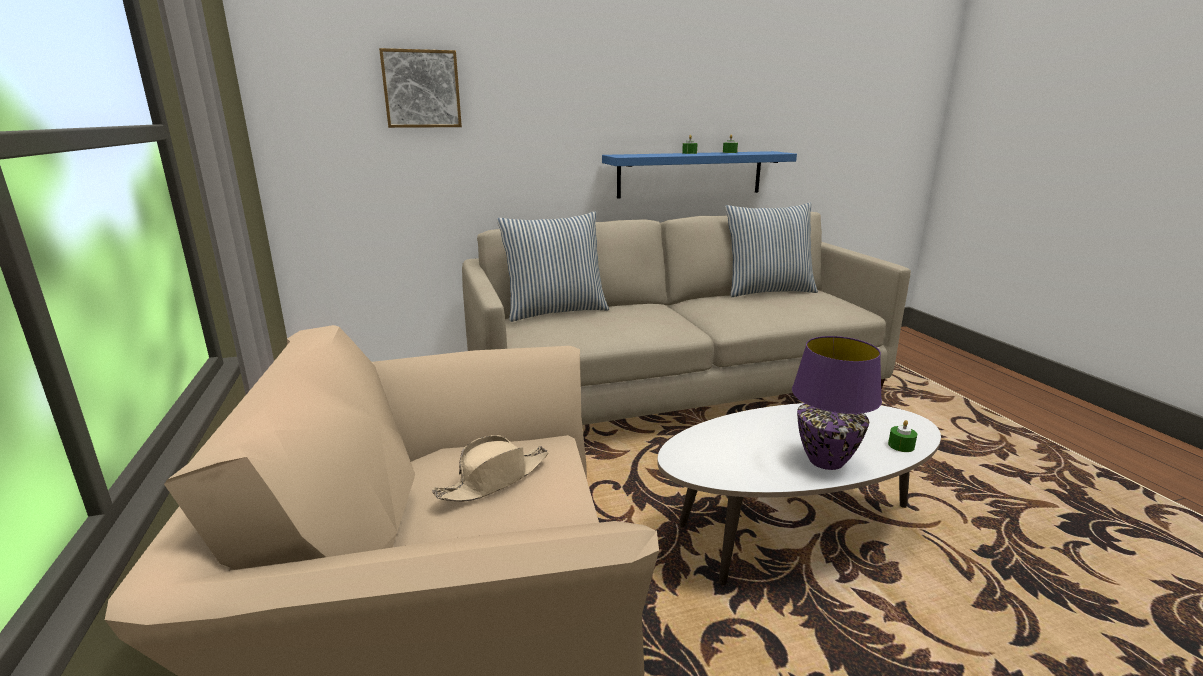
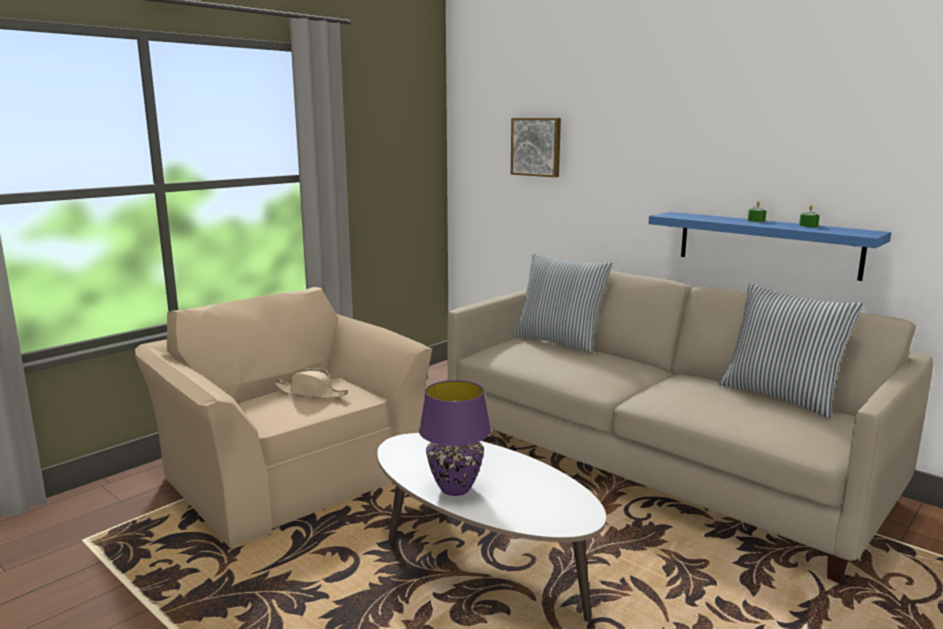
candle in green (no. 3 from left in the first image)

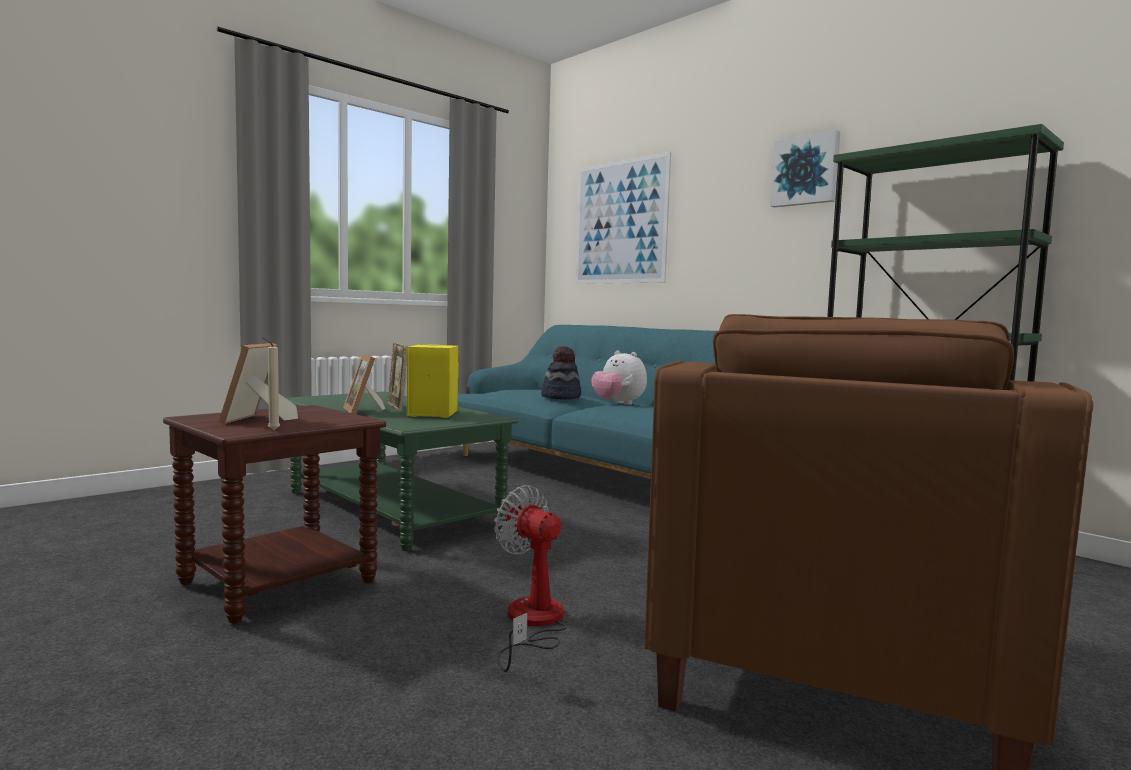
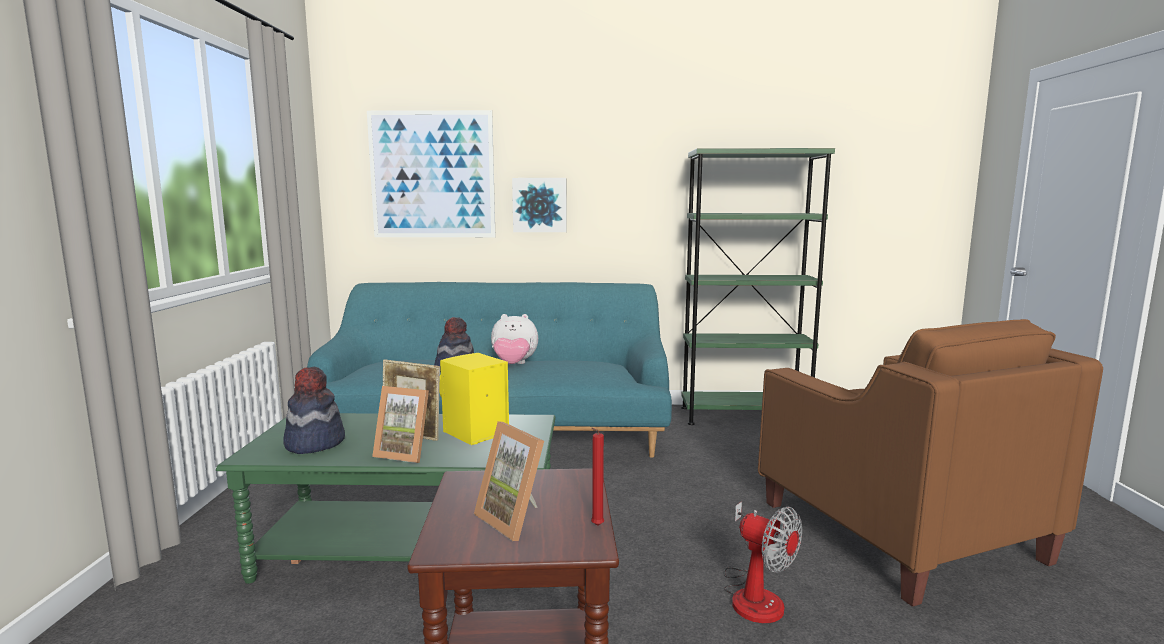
candle in red
fan
picture (no. 2 from left)
hat (no. 1 from left)

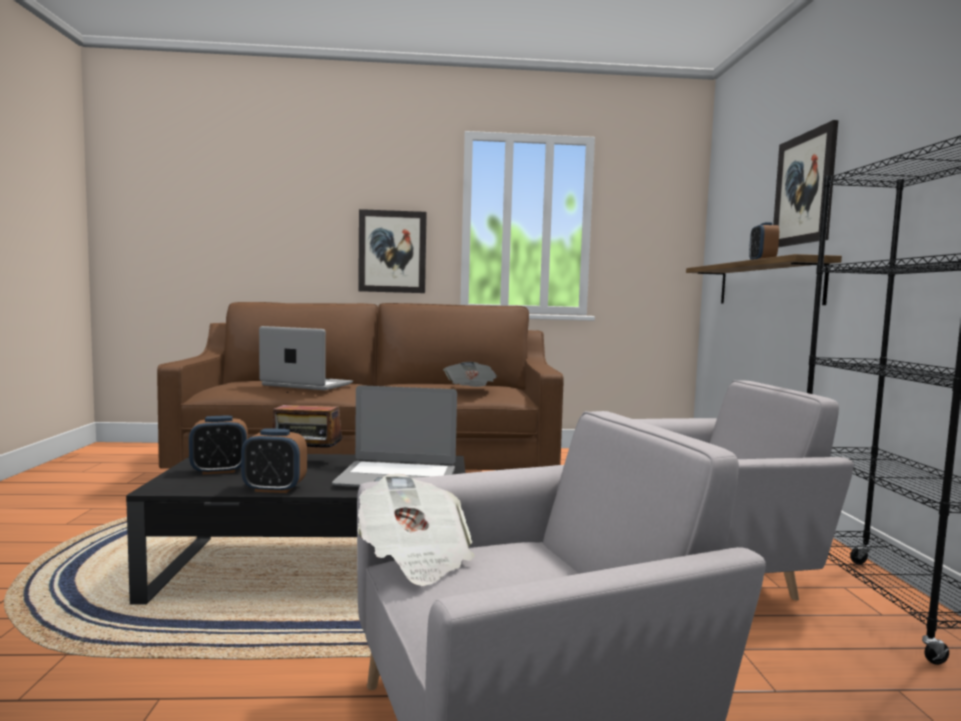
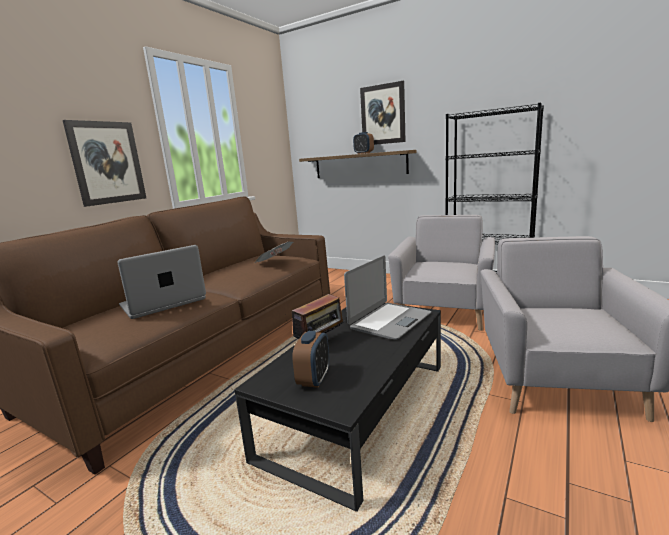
alarm clock (no. 2 from left in the first image)
newspaper (no. 1 from left in the first image)

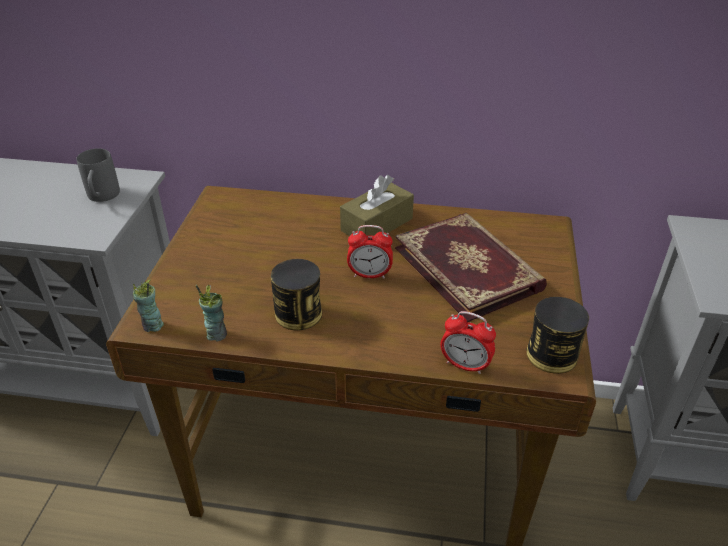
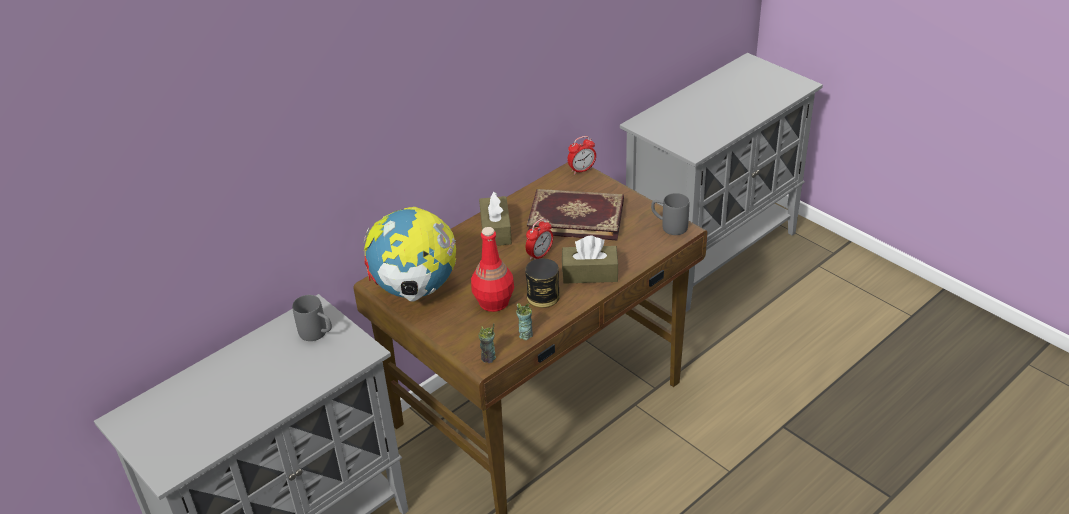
alarm clock (no. 2 from left)
mug in grey (no. 2 from left)
globe
bottle in red
tissue box in brown (no. 2 from left)

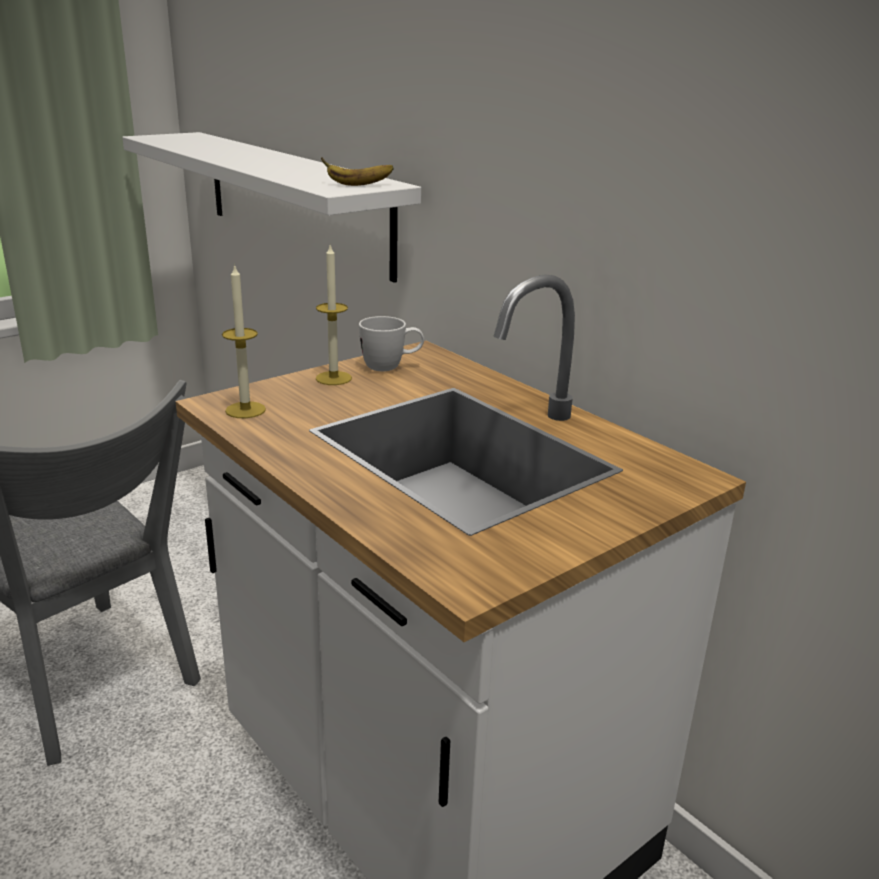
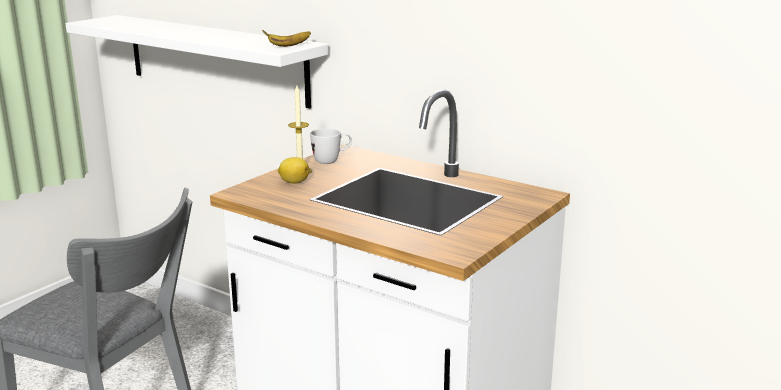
candle (no. 1 from left in the first image)
lemon

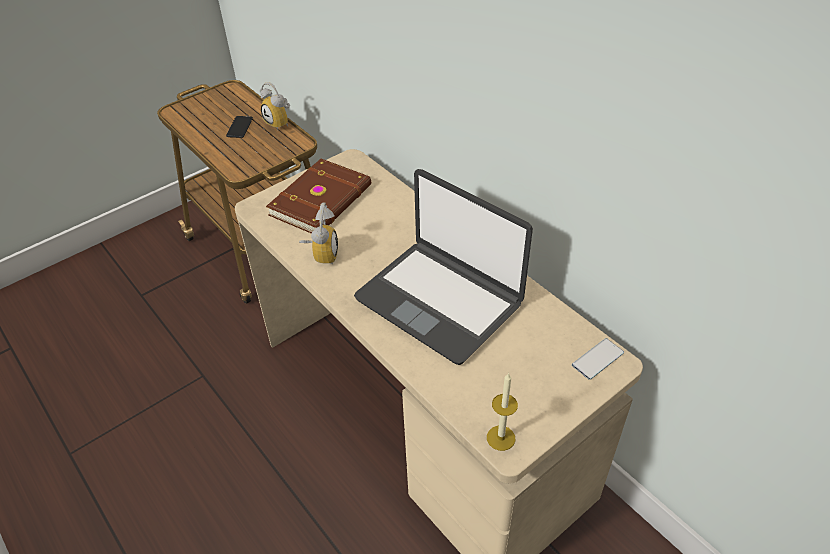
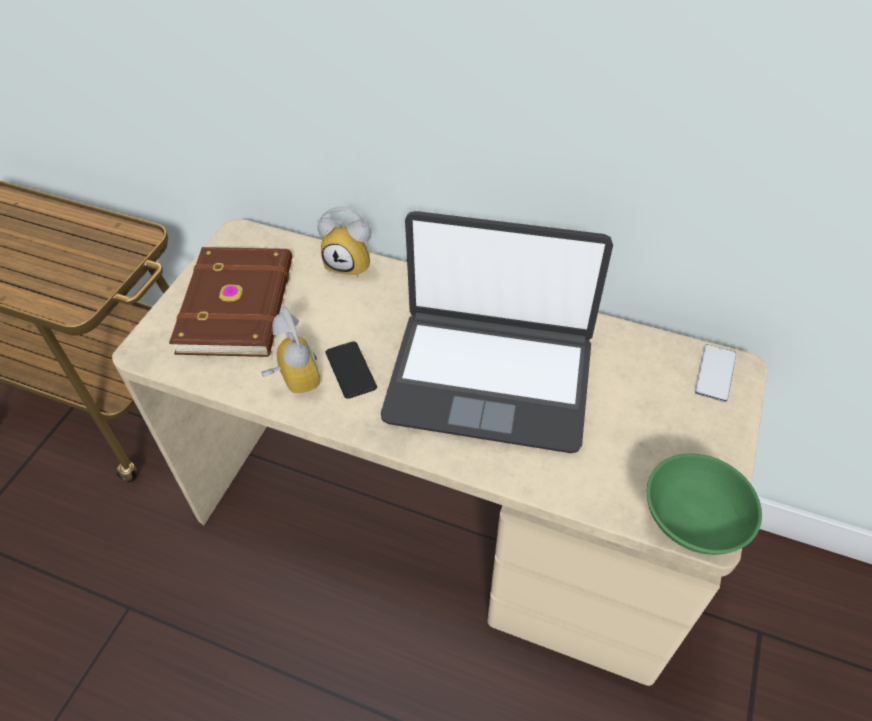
phone (no. 1 from left)
alarm clock (no. 2 from left)
bowl in green

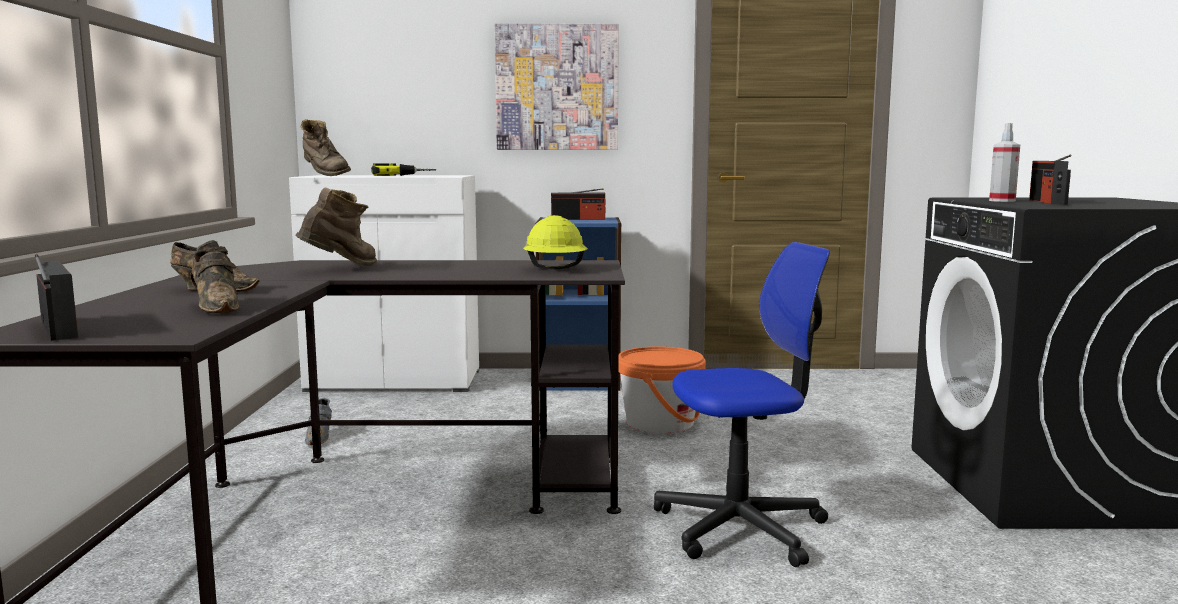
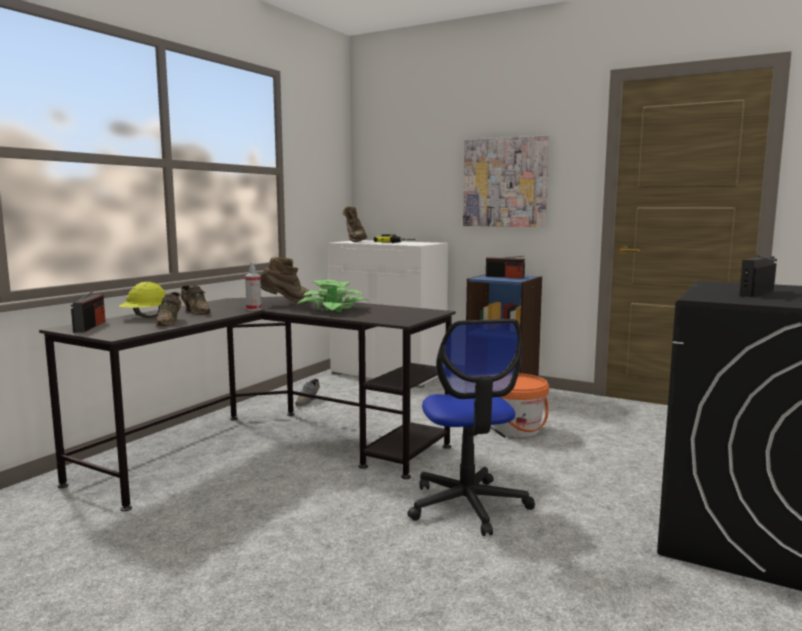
hard hat in yellow
office chair
spray bottle
potted plant

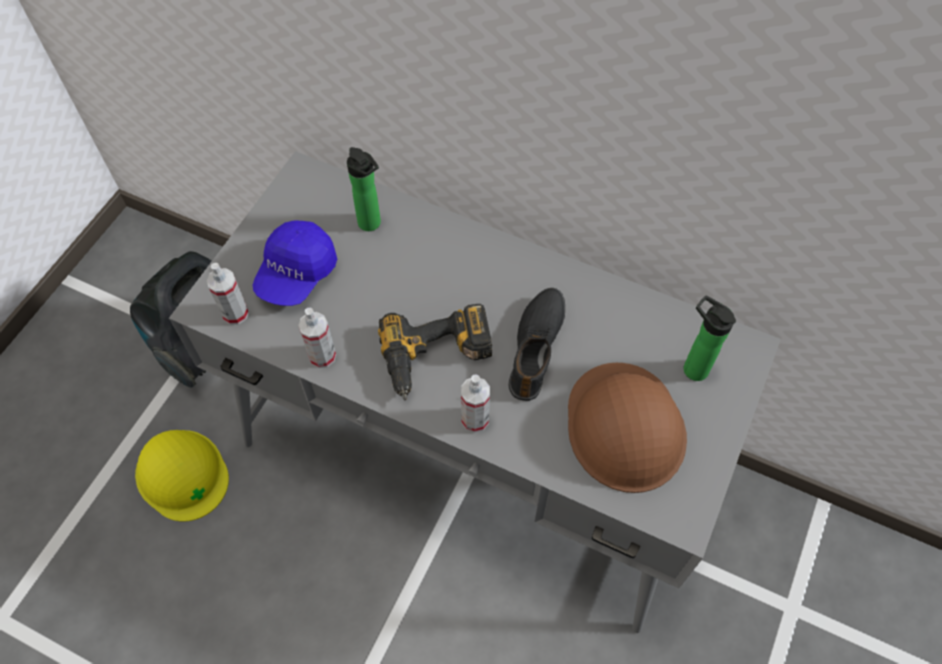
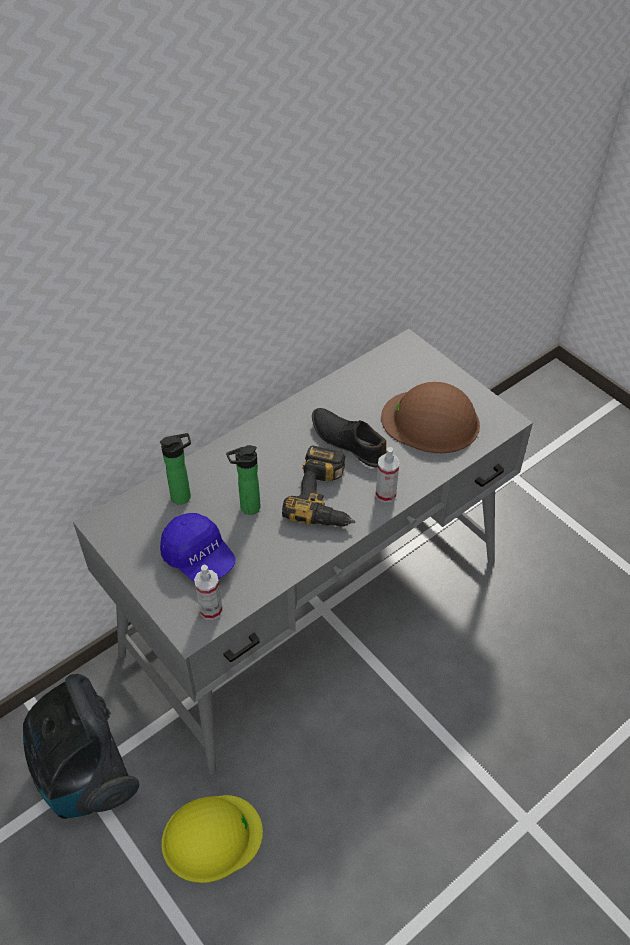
spray bottle (no. 2 from left in the first image)
bottle (no. 2 from left)

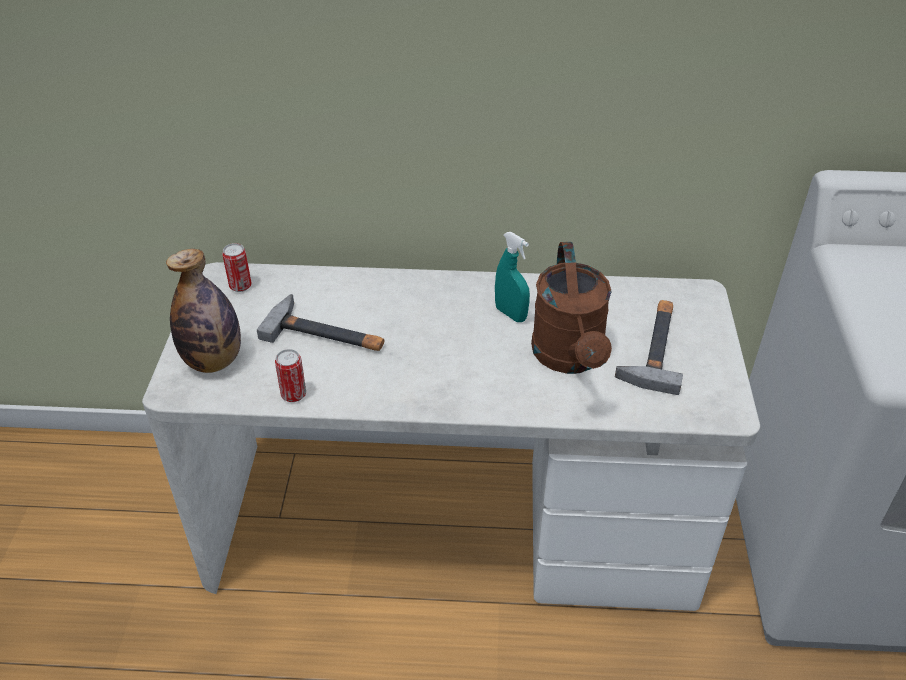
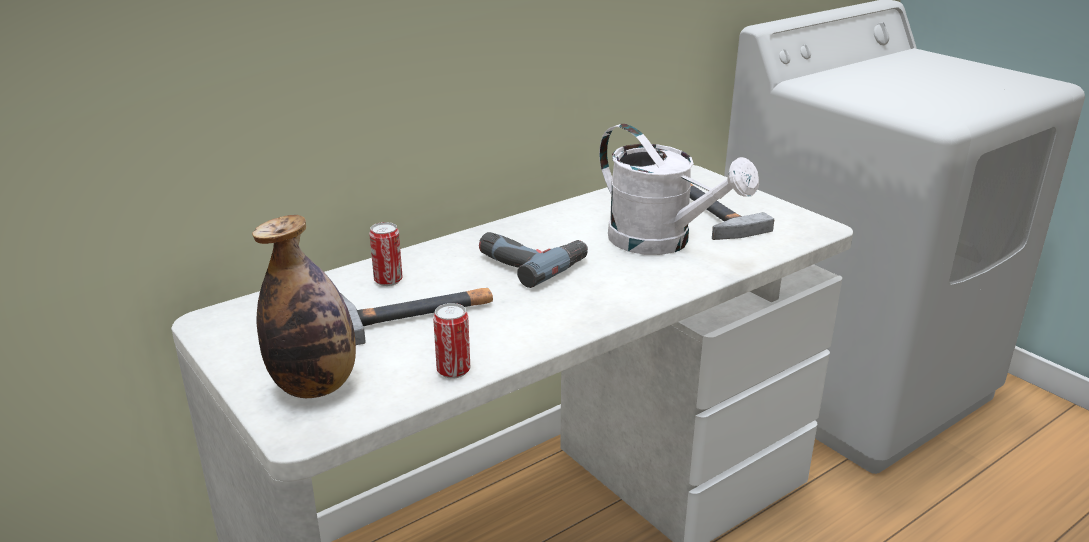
can (no. 1 from left)
spray bottle in turquoise
watering can in white
power drill

